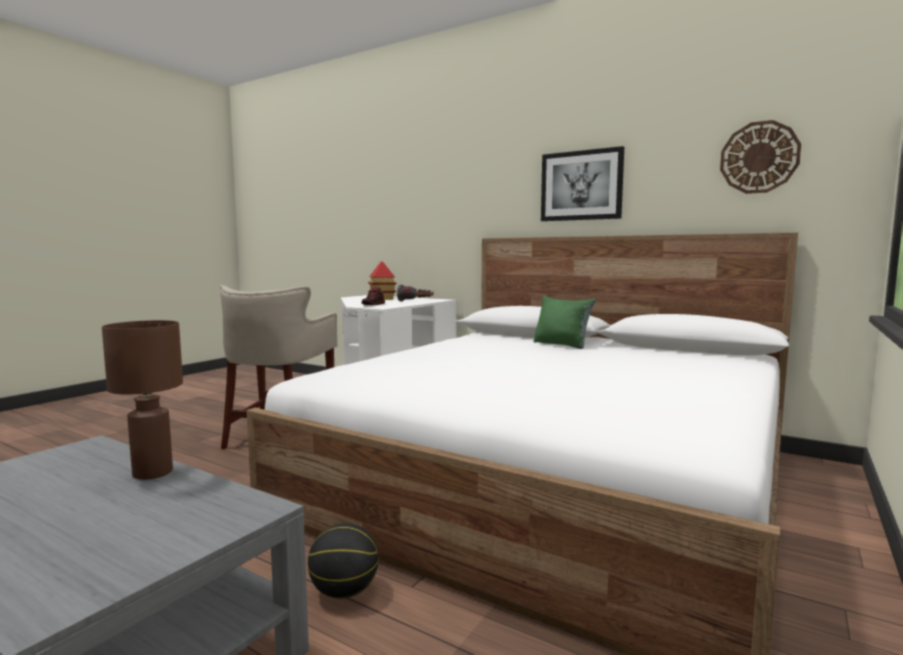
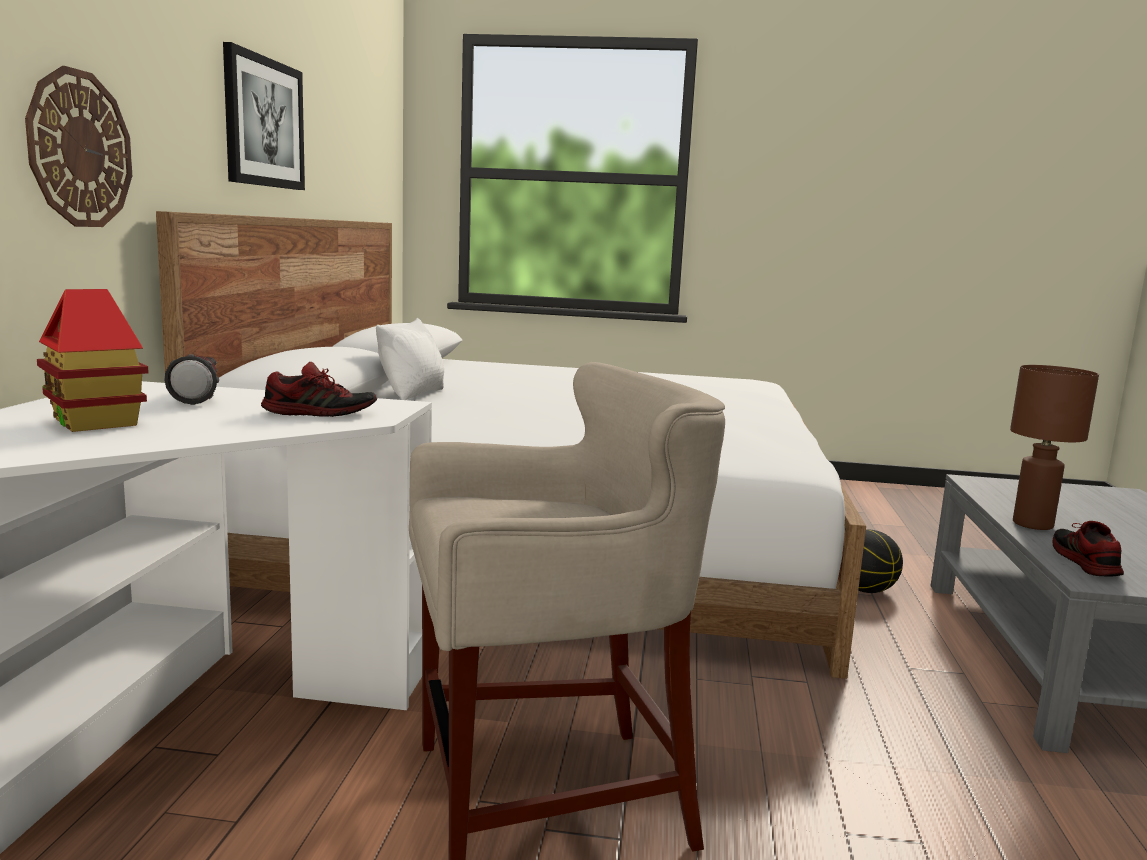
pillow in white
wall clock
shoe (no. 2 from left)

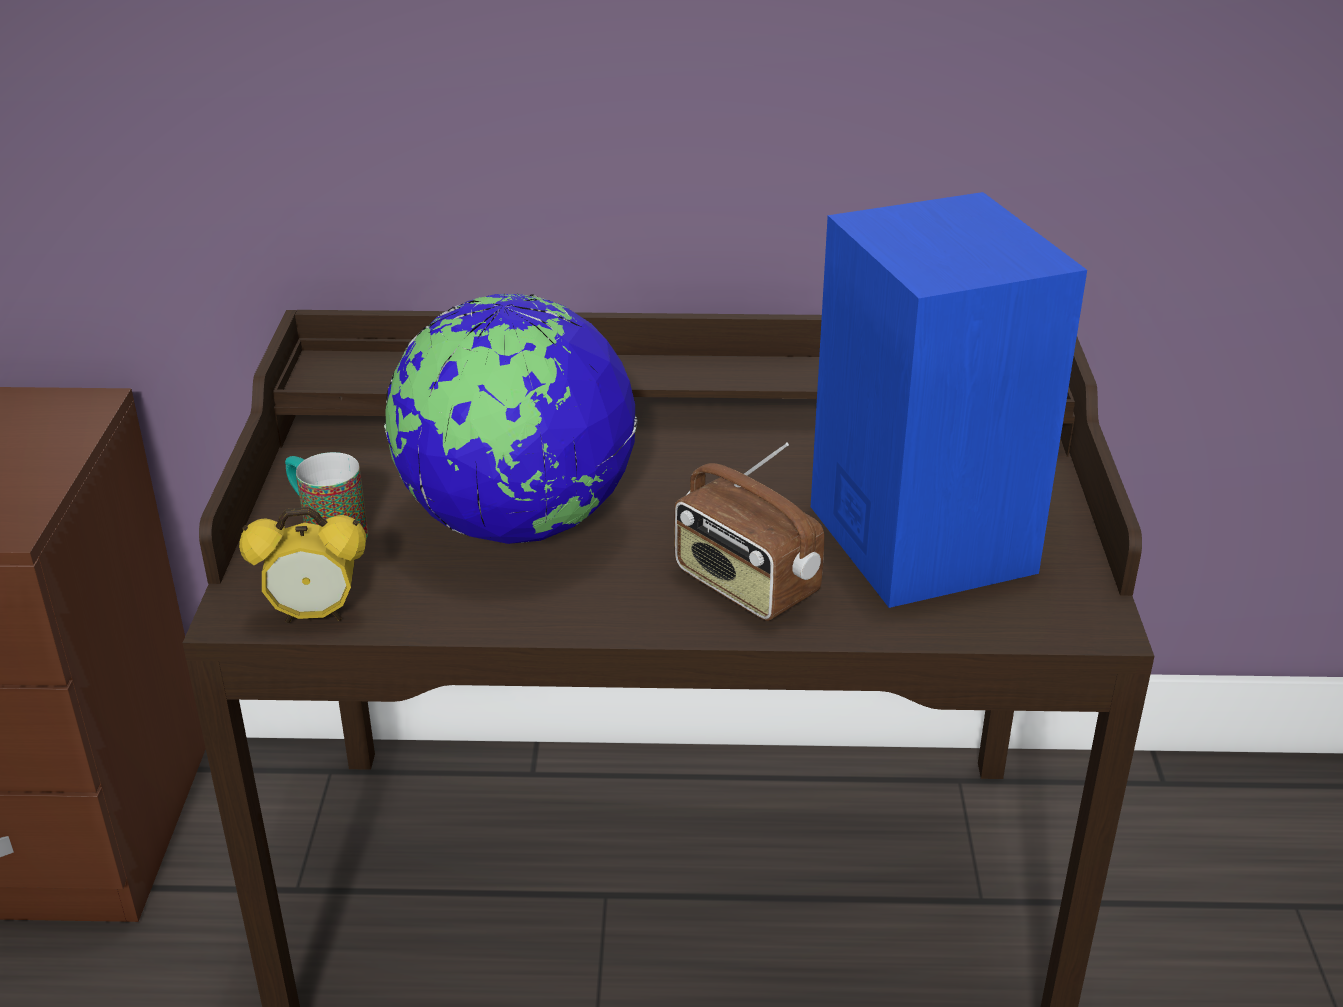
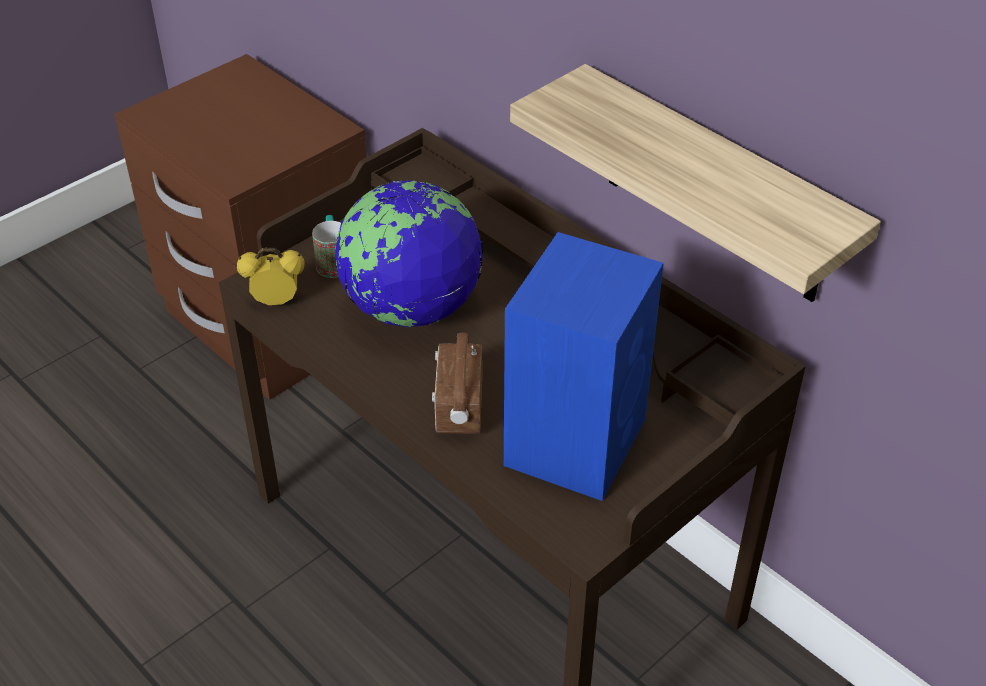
alarm clock
shelf

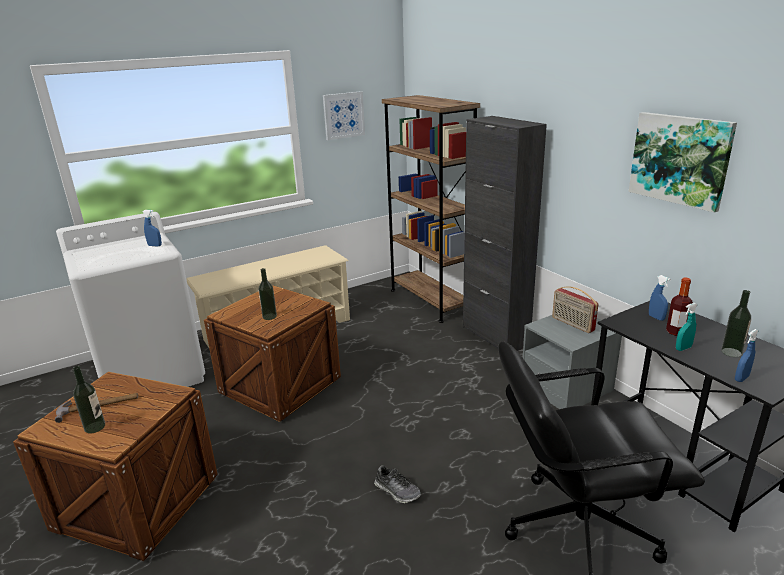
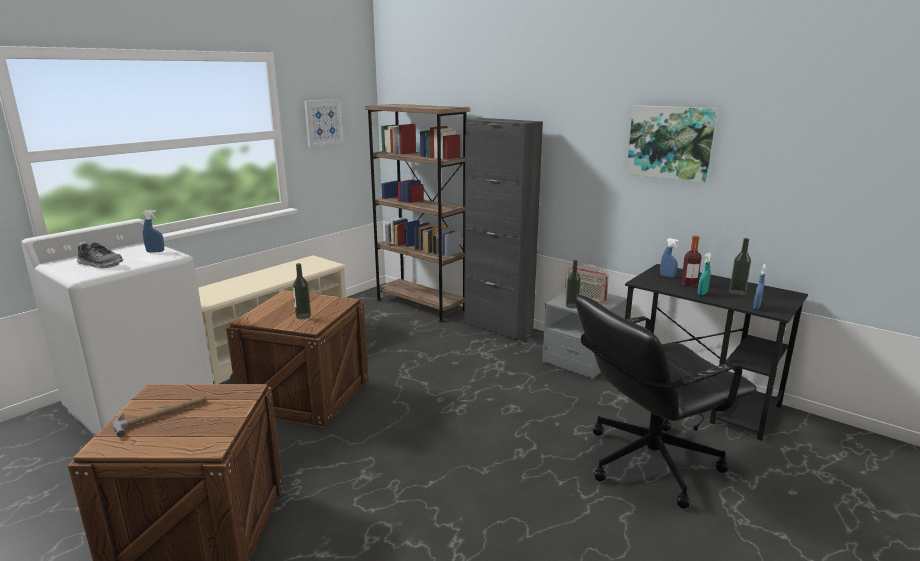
bottle (no. 2 from left)
shoe

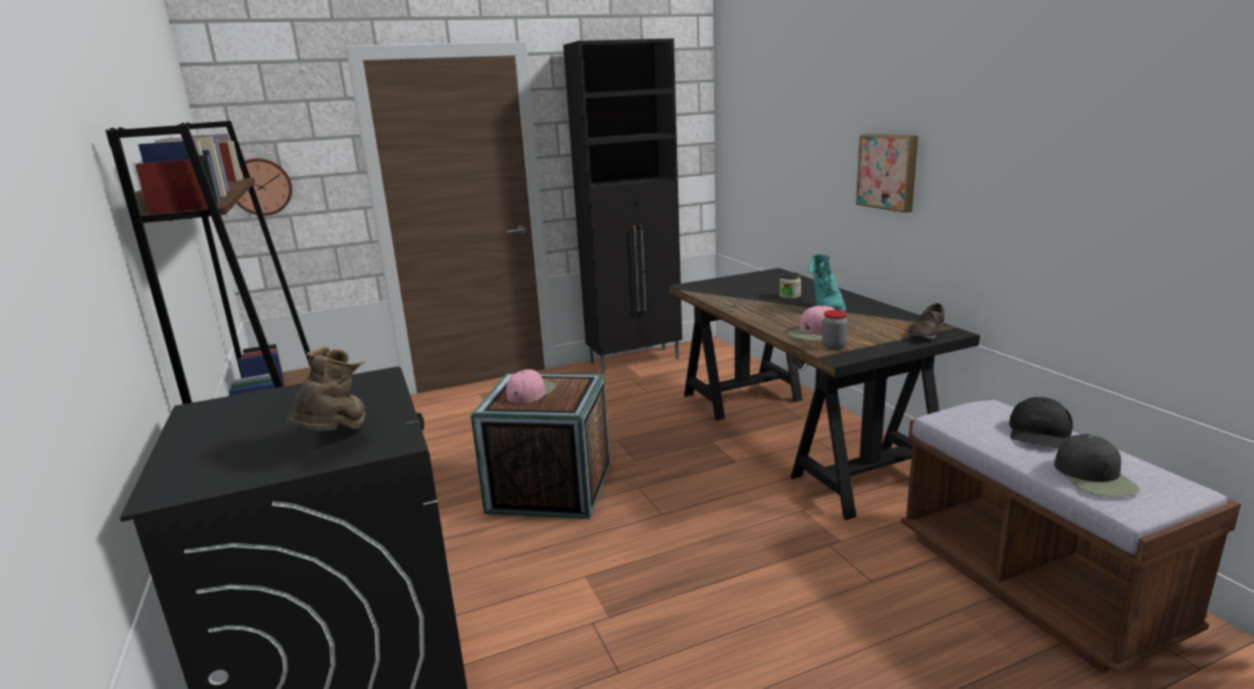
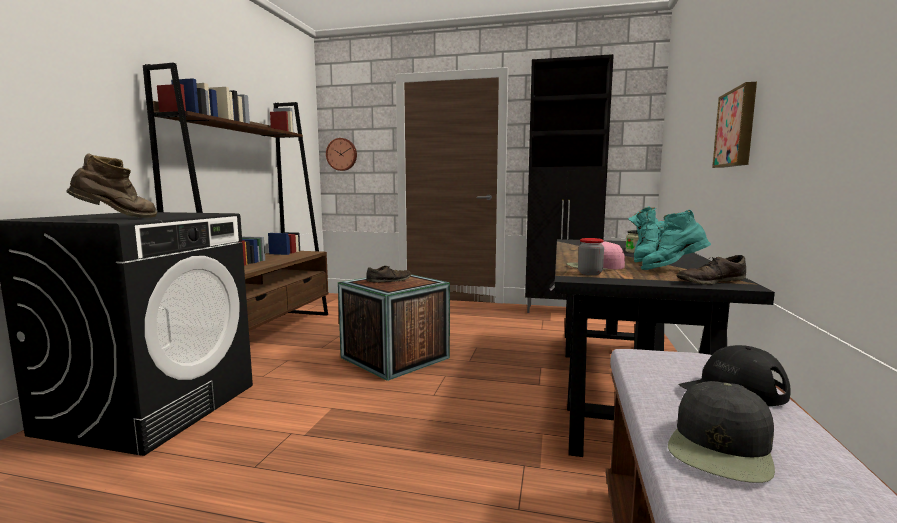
shoe in brown (no. 1 from left)
boot in turquoise (no. 2 from left)

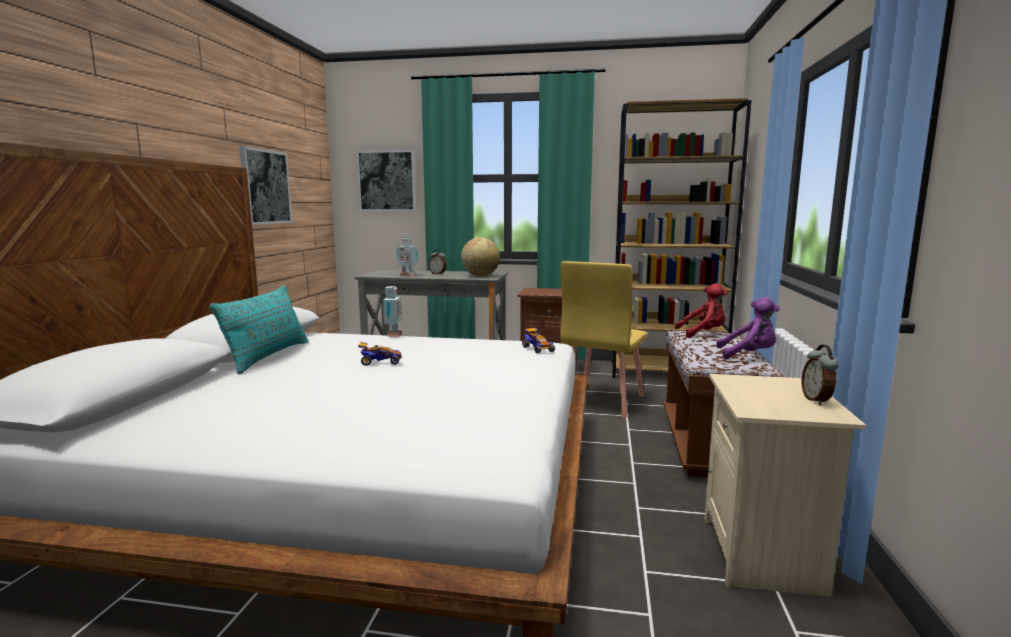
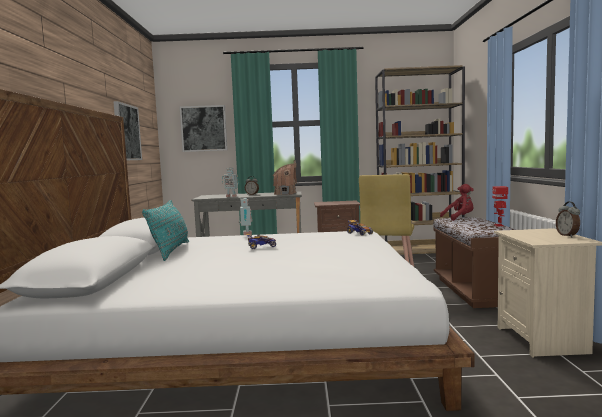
toy house
toy robot (no. 3 from left)

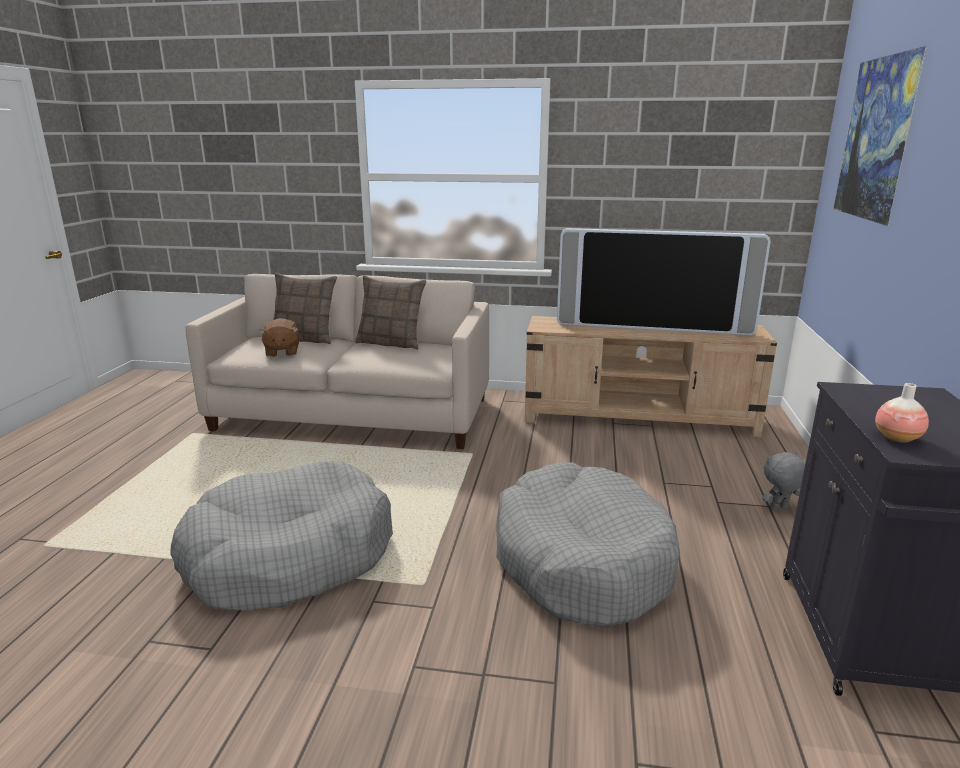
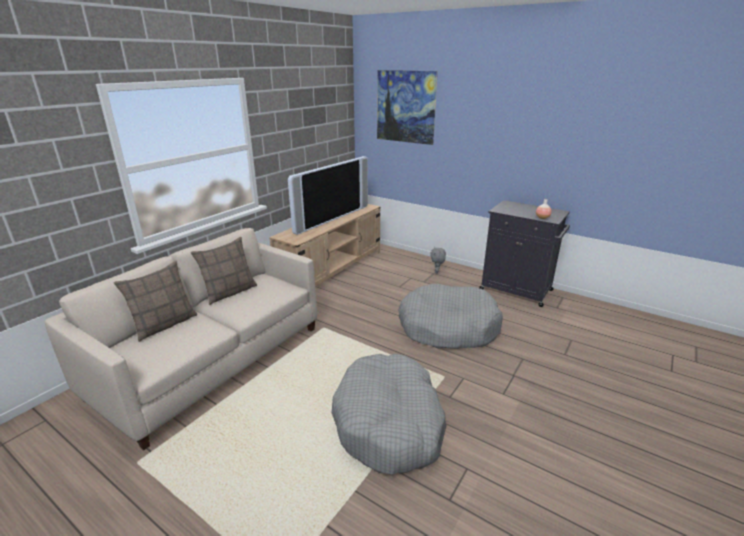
plush toy in brown

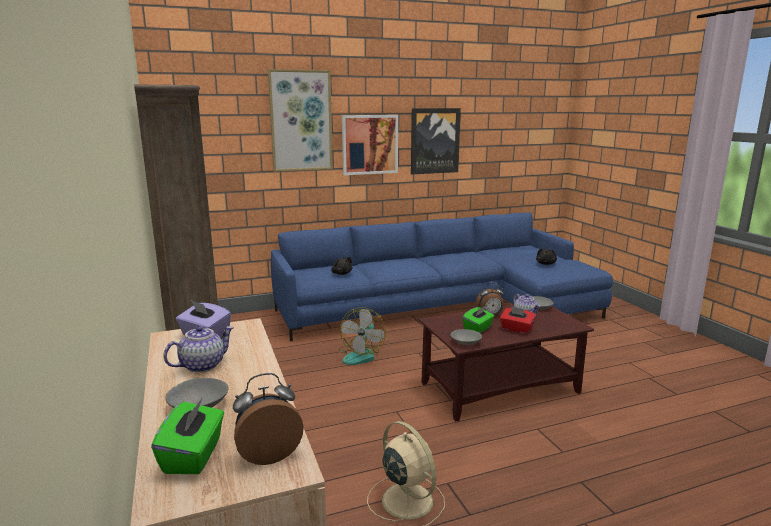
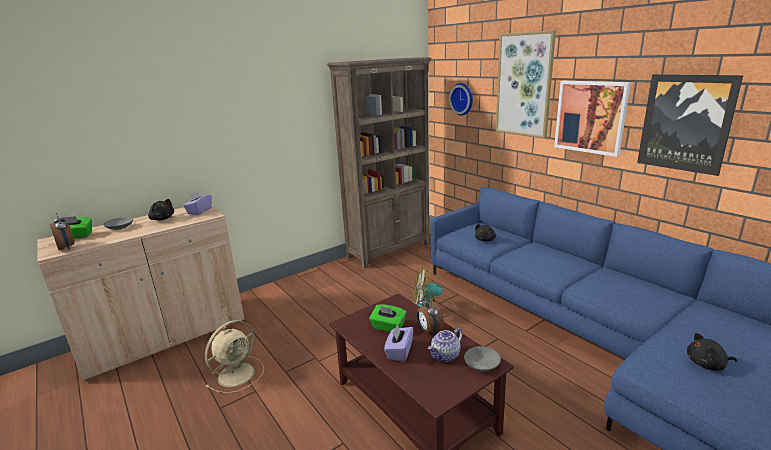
plush toy in black (no. 1 from left)
bowl in grey (no. 2 from left in the first image)
tissue box in purple (no. 2 from left)
wall clock

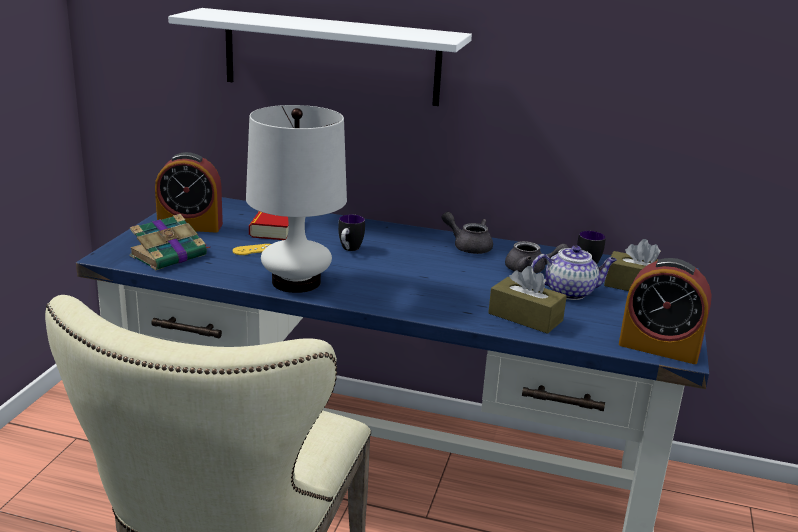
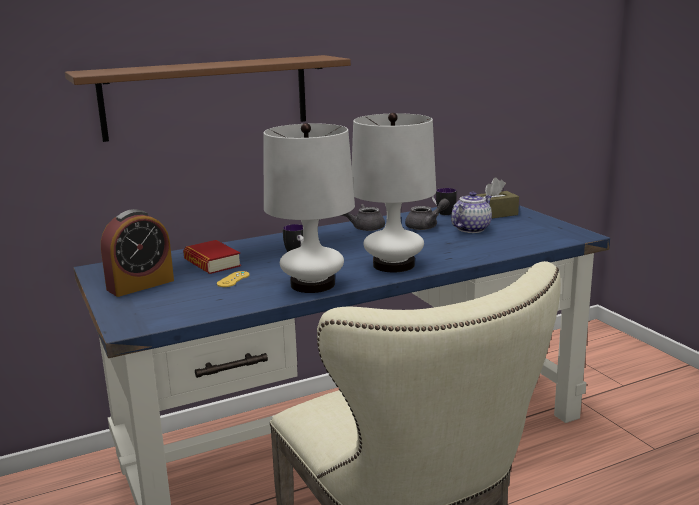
book (no. 1 from left in the first image)
shelf in brown
tissue box in brown (no. 1 from left in the first image)
alarm clock (no. 2 from left in the first image)
table lamp in white (no. 2 from left)

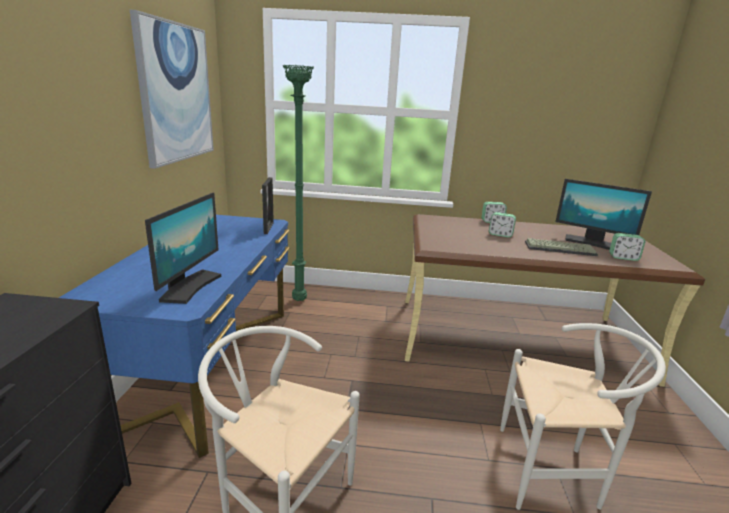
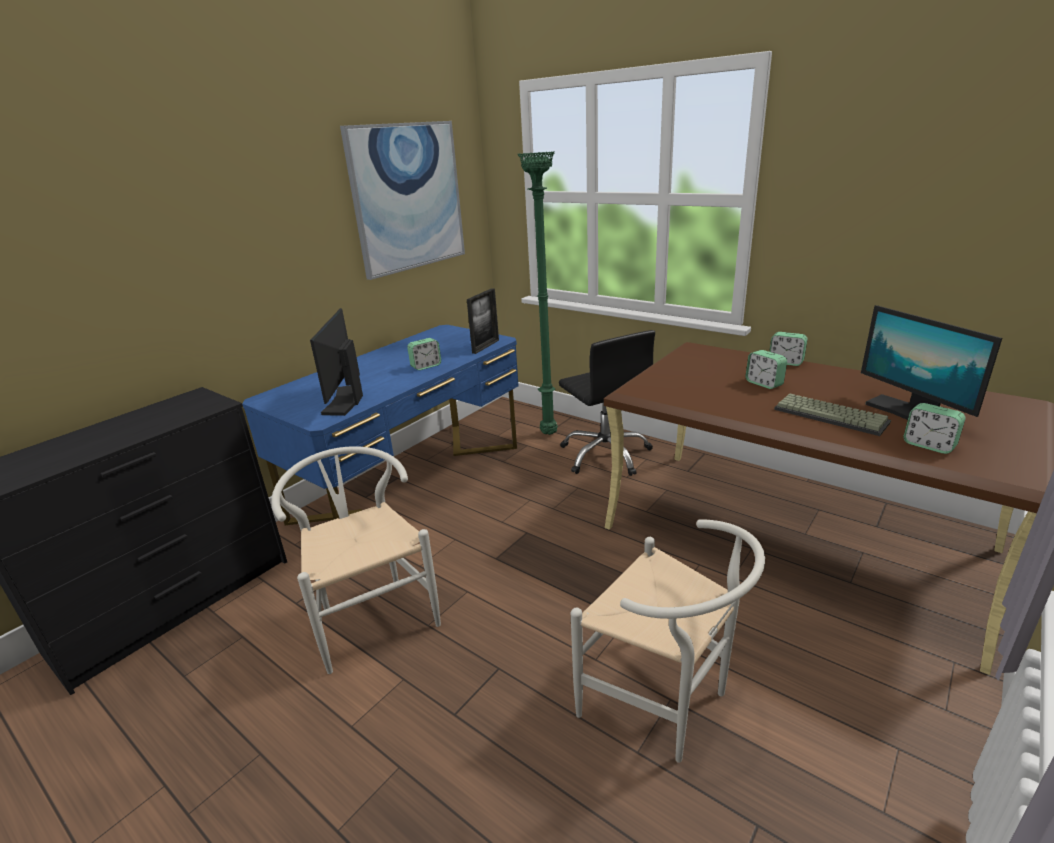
monitor (no. 1 from left)
alarm clock (no. 1 from left)
office chair in black

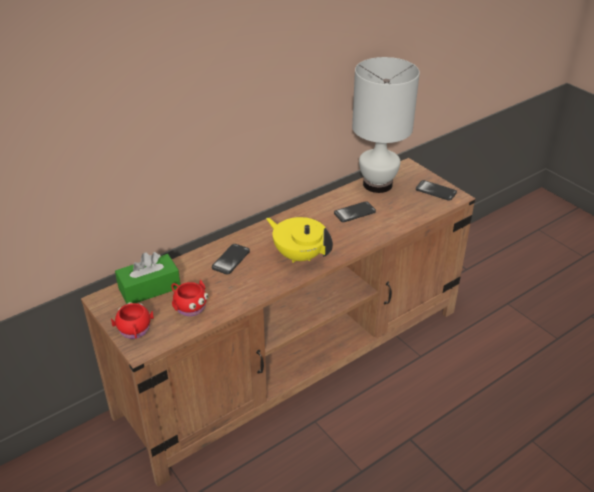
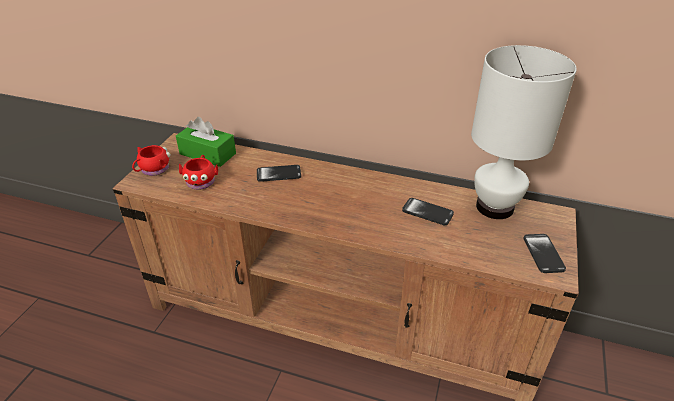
teapot in yellow

